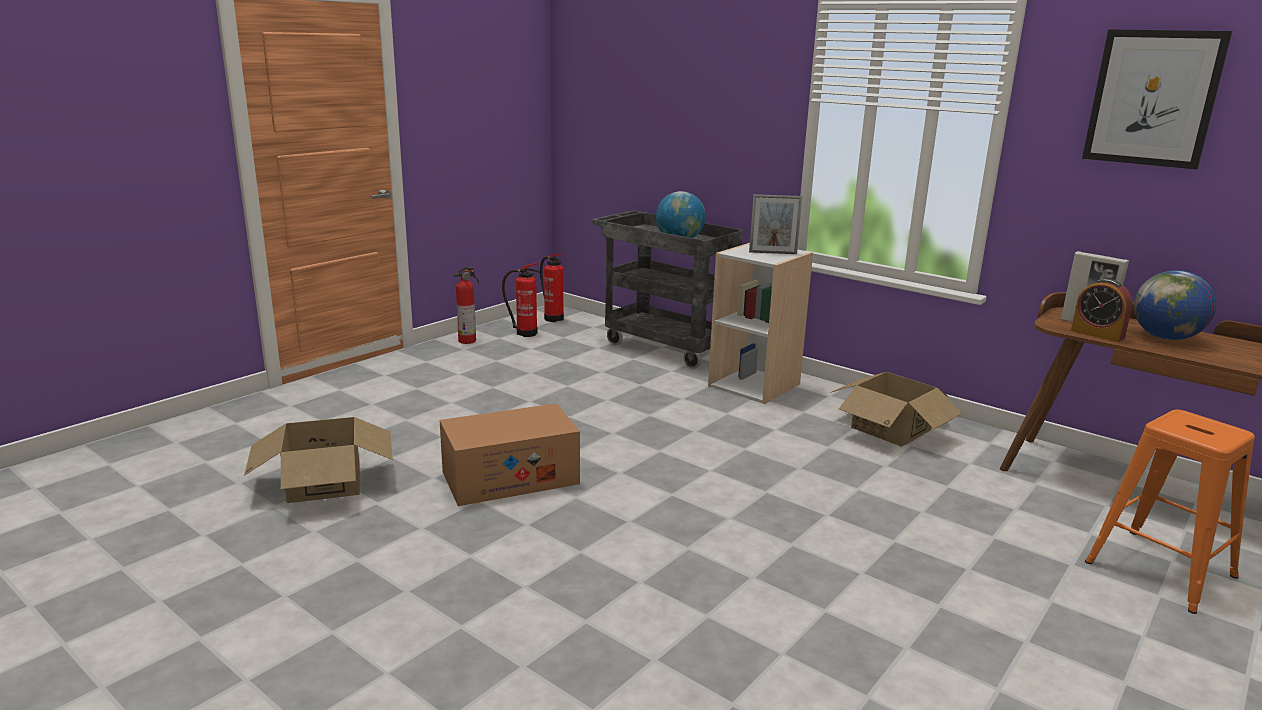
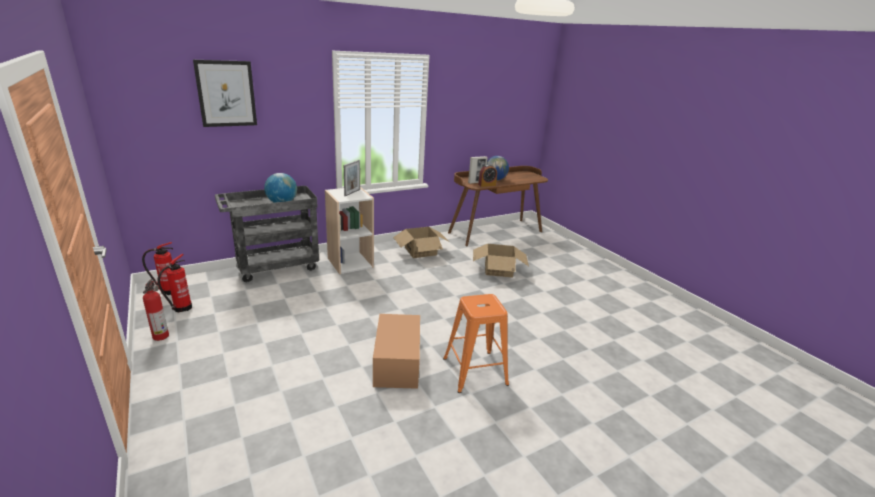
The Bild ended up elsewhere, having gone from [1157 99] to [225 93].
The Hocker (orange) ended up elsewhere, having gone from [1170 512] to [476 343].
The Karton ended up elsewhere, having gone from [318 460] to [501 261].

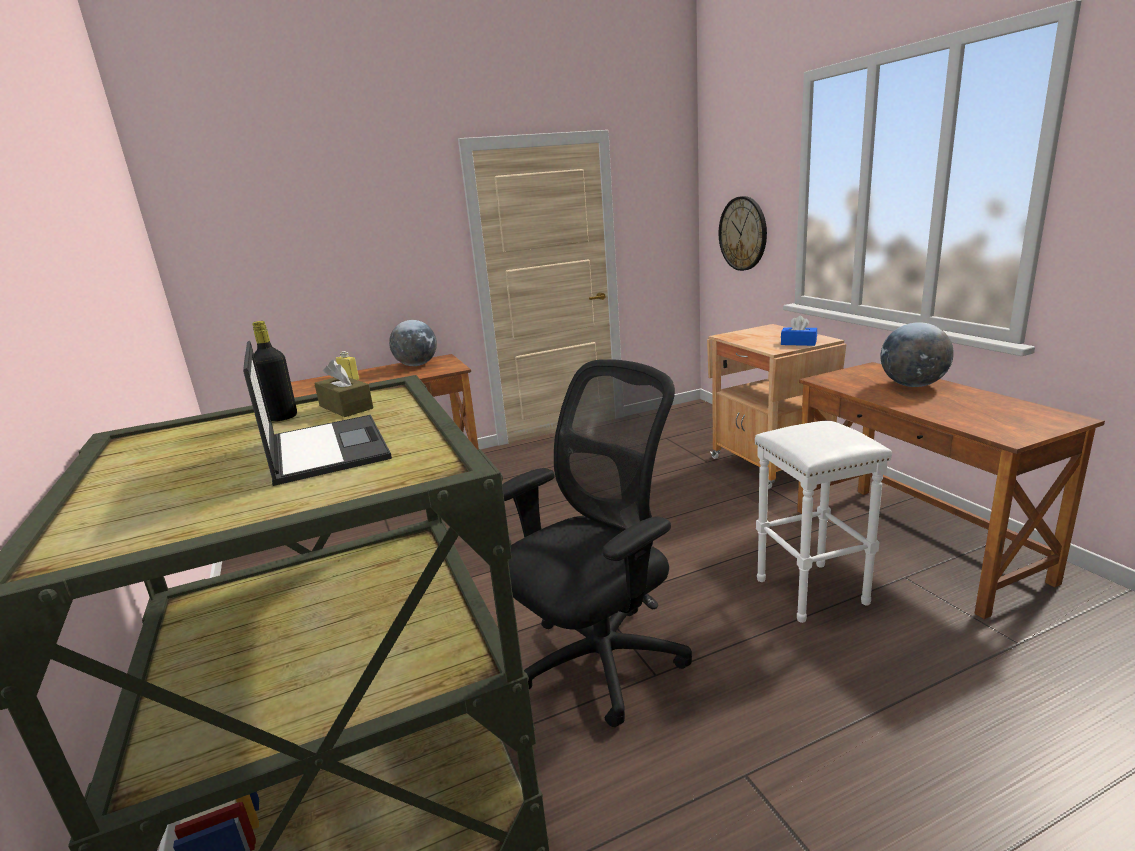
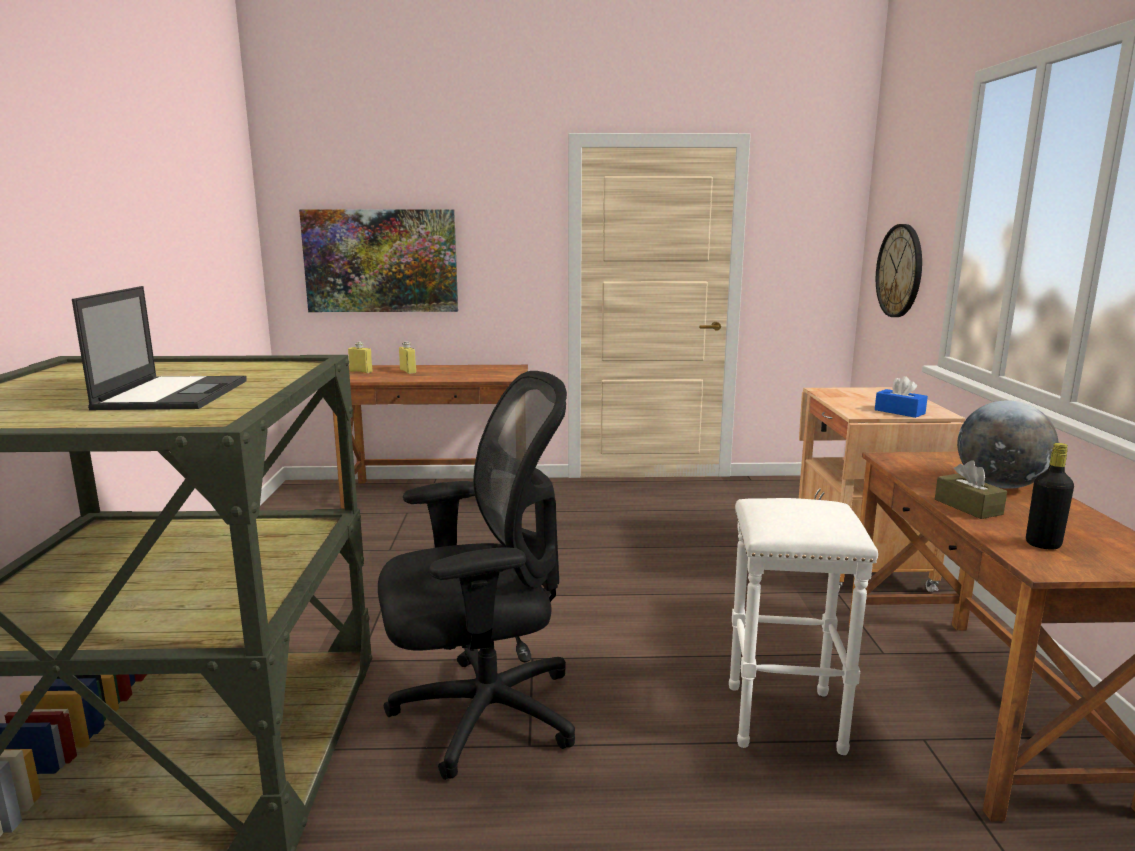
The second view lost the Globus at [413 343].
The Flasche (schwarz) ended up elsewhere, having gone from [274 371] to [1050 496].
The Taschentuchbox (braun) ended up elsewhere, having gone from [343 388] to [971 489].
The second view gained the Bild at [378 260].
The second view gained the Flasche (gelb) at [360 357].

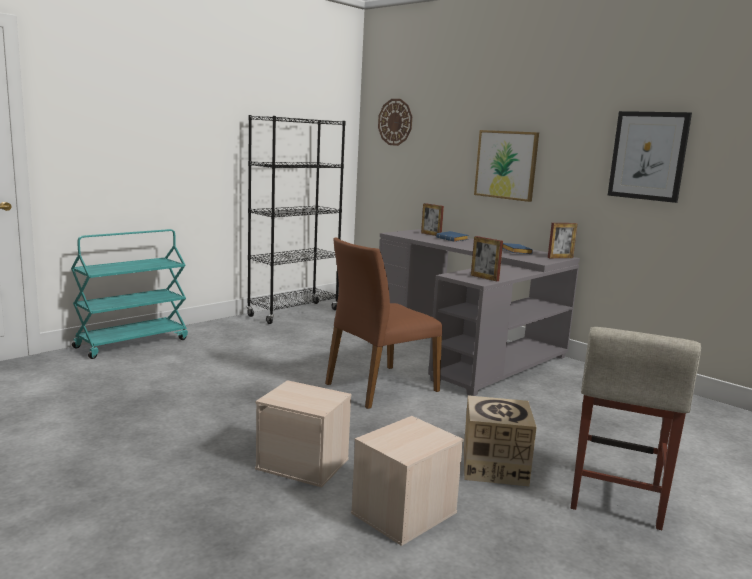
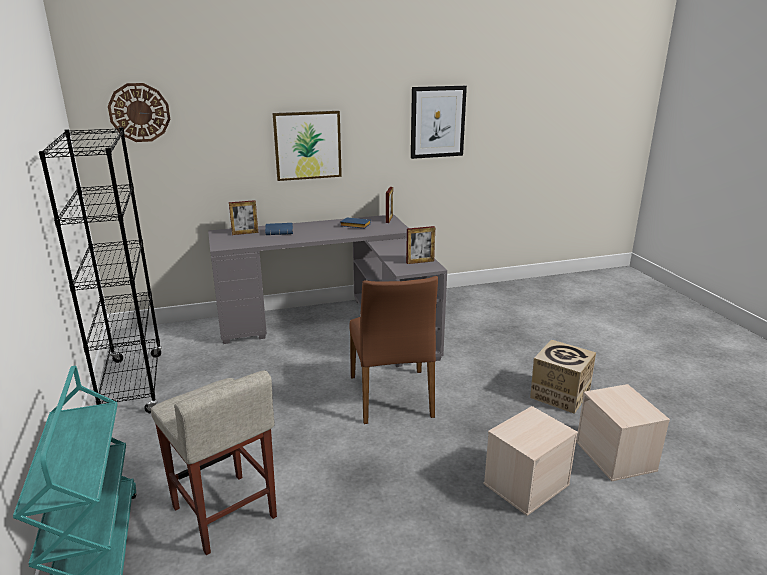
The Hocker (beige) ended up elsewhere, having gone from [636 428] to [213 462].

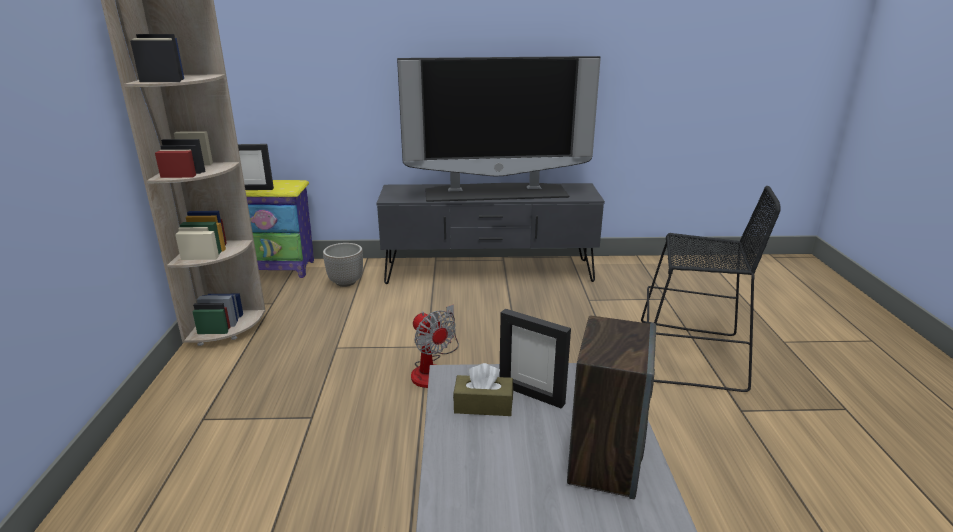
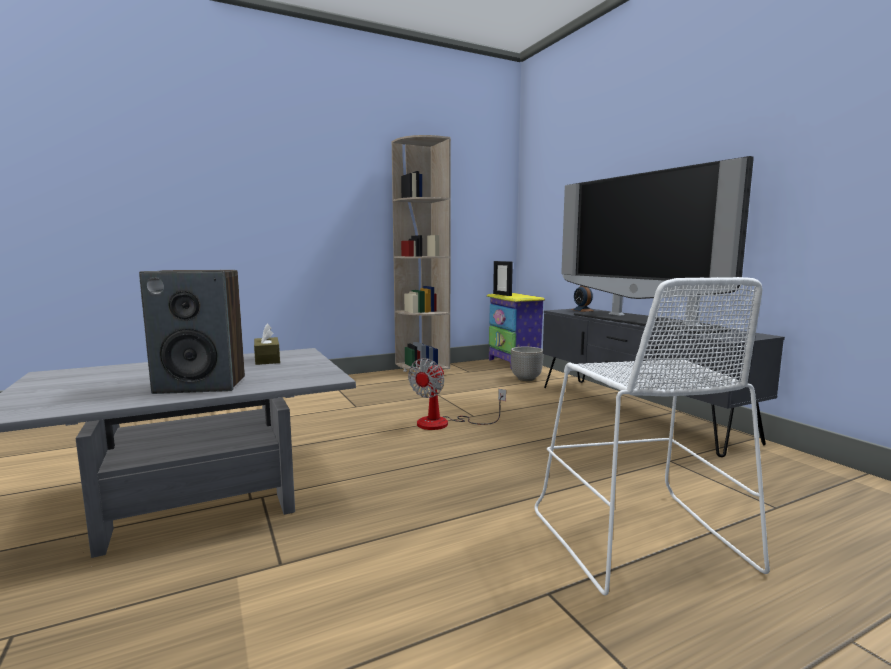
What was the Hocker (schwarz) at [711 289] turned into the Hocker (weiß) at [652 436].
The second view lost the Bilderrahmen at [535 359].
The second view gained the Wecker at [582 299].

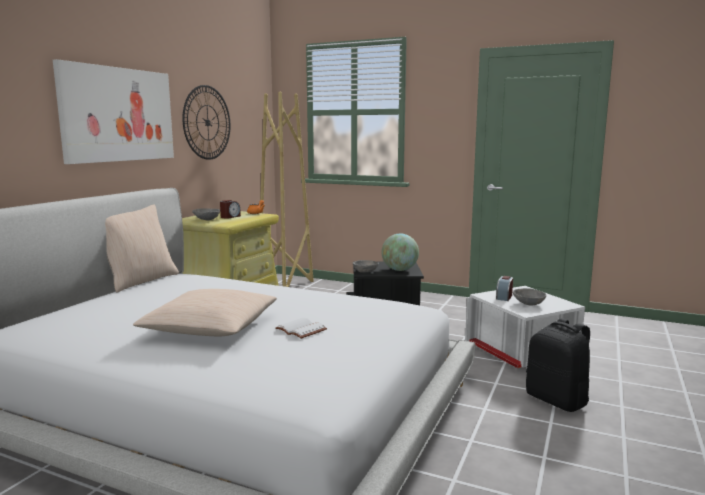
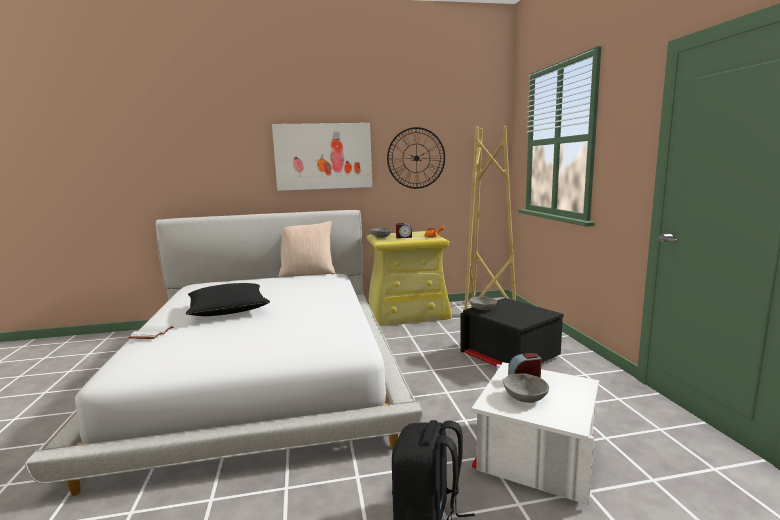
The second view lost the Globus at [400 252].
What was the Kissen (beige) at [205 312] turned into the Kissen (schwarz) at [228 299].
The Buch (weiß) ended up elsewhere, having gone from [301 328] to [151 332].

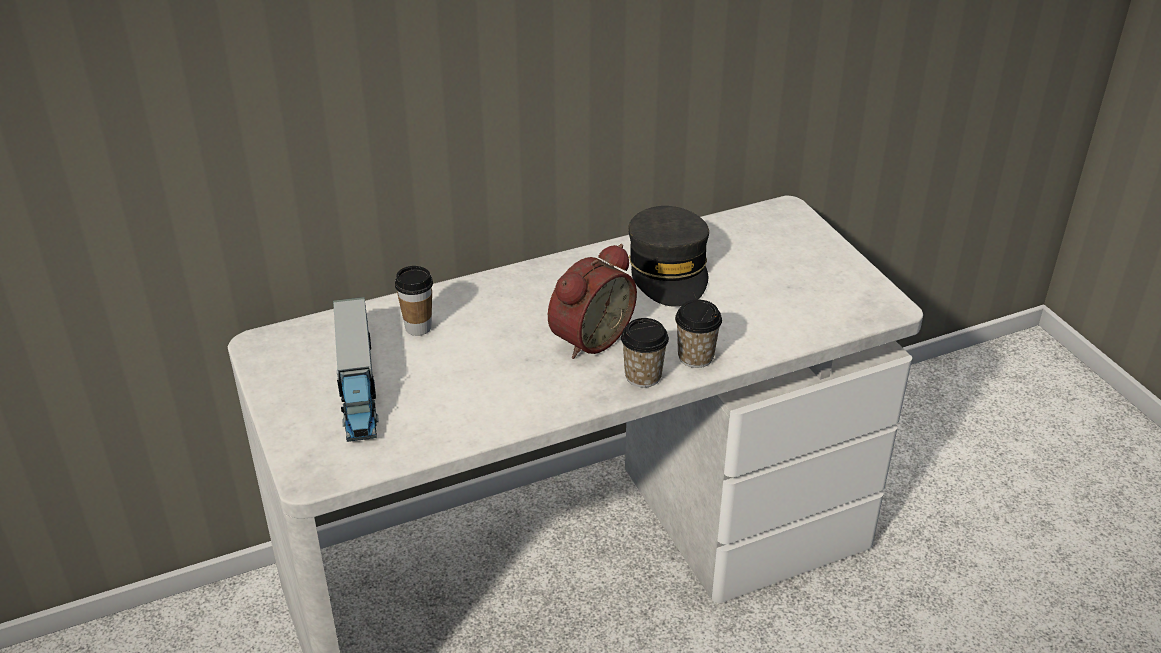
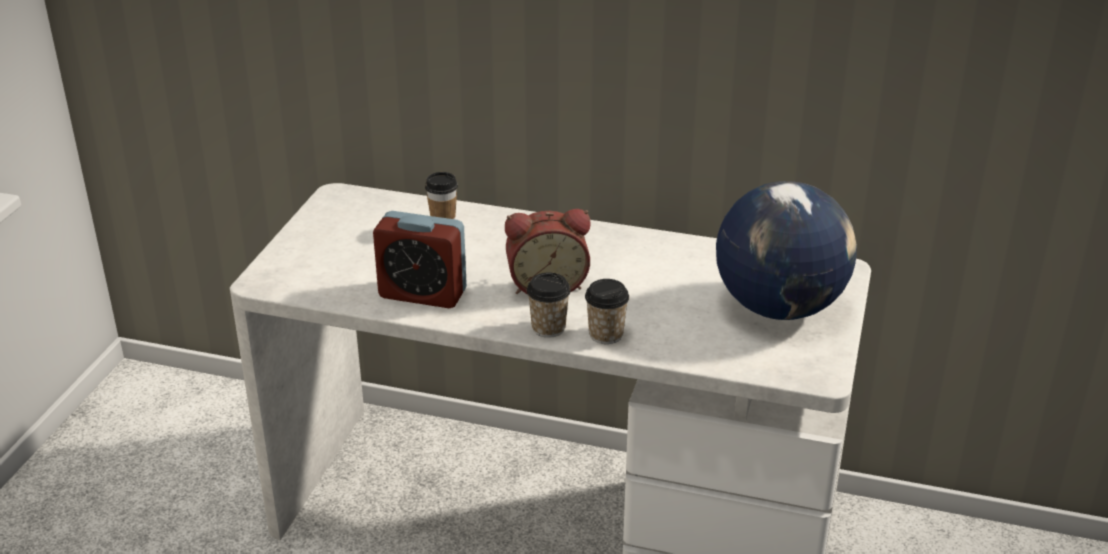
The second view lost the Kappe (grau) at [668 256].
The second view lost the Spielzeuglaster at [356 369].
The second view gained the Globus at [786 250].
The second view gained the Wecker at [420 259].

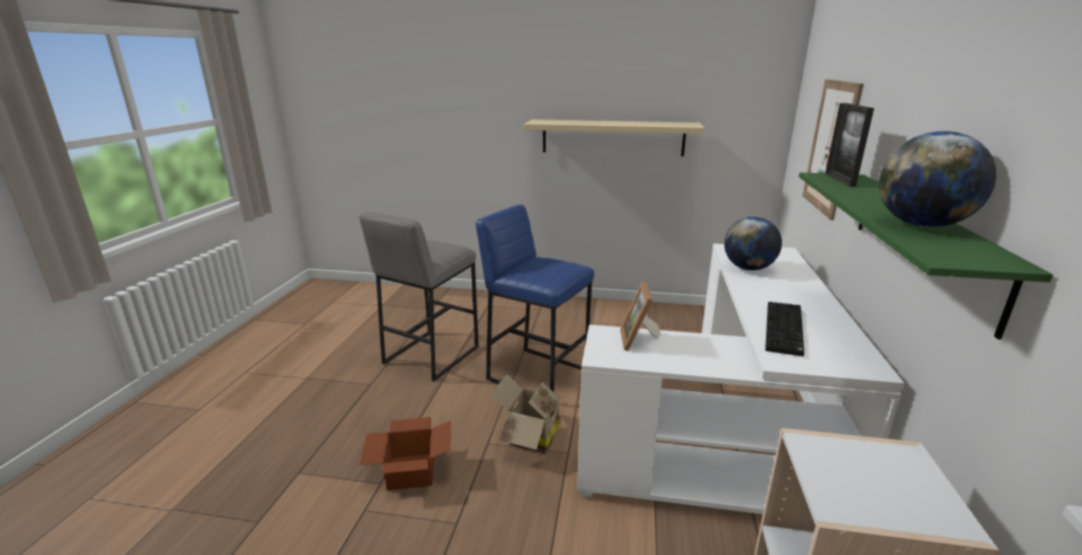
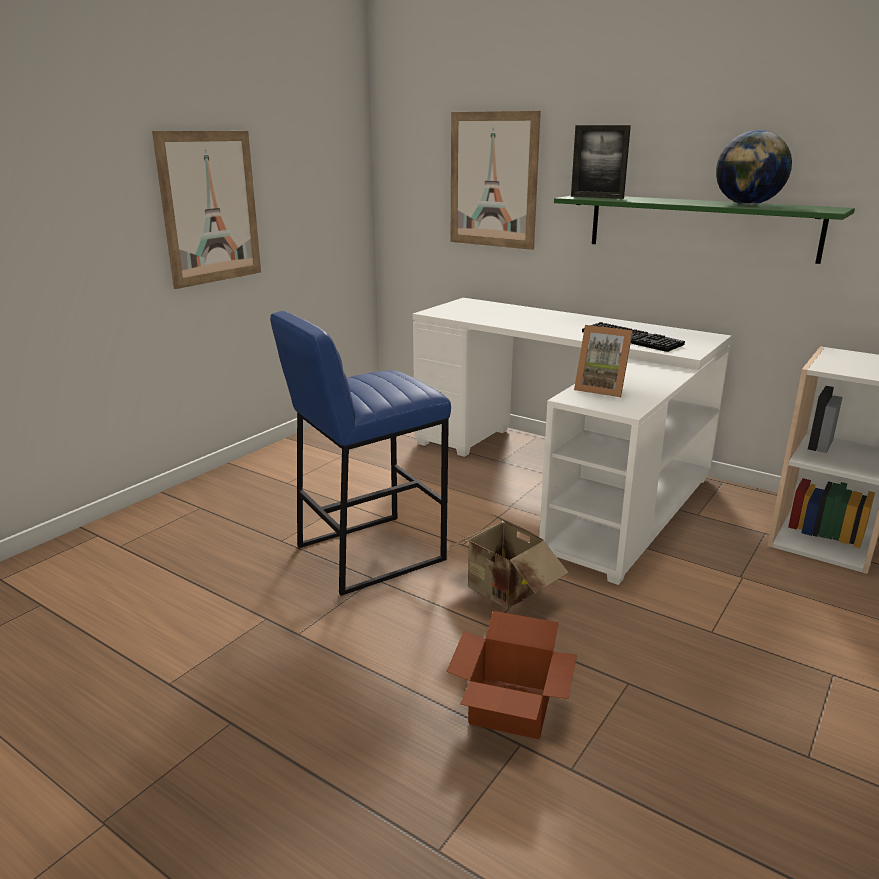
Where the Wandregal (beige) hung at [614 137], the Bild came to hang at [206 210].
The second view lost the Hocker (grau) at [419 296].
The second view lost the Globus at [753 244].

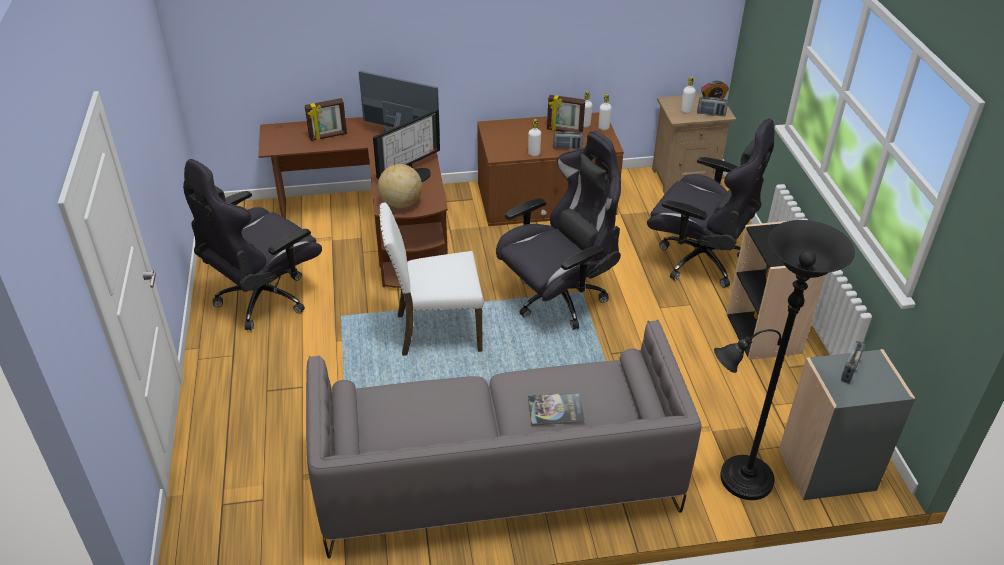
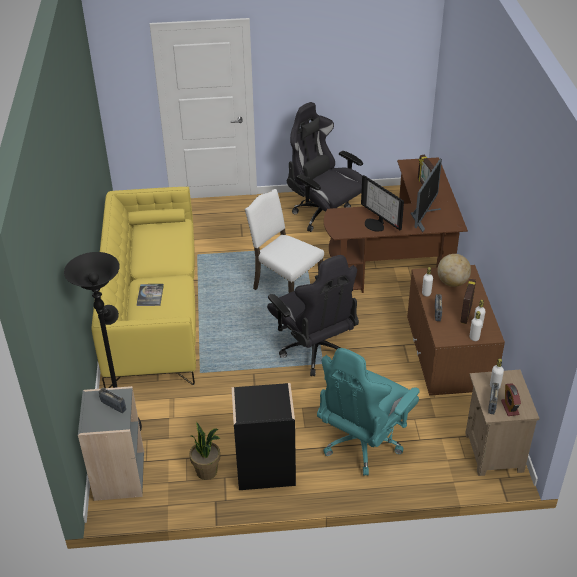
What was the Bürostuhl (schwarz) at [710 203] turned into the Bürostuhl (türkis) at [368 412].
The Globus ended up elsewhere, having gone from [400 186] to [454 270].
The Stuhl (weiß) at [431 279] ended up facing another way, 45 degrees counterclockwise from before.
What was the Sofa (grau) at [503 439] turned into the Sofa (gelb) at [144 287].
The second view gained the Topfpflanze at [205 451].

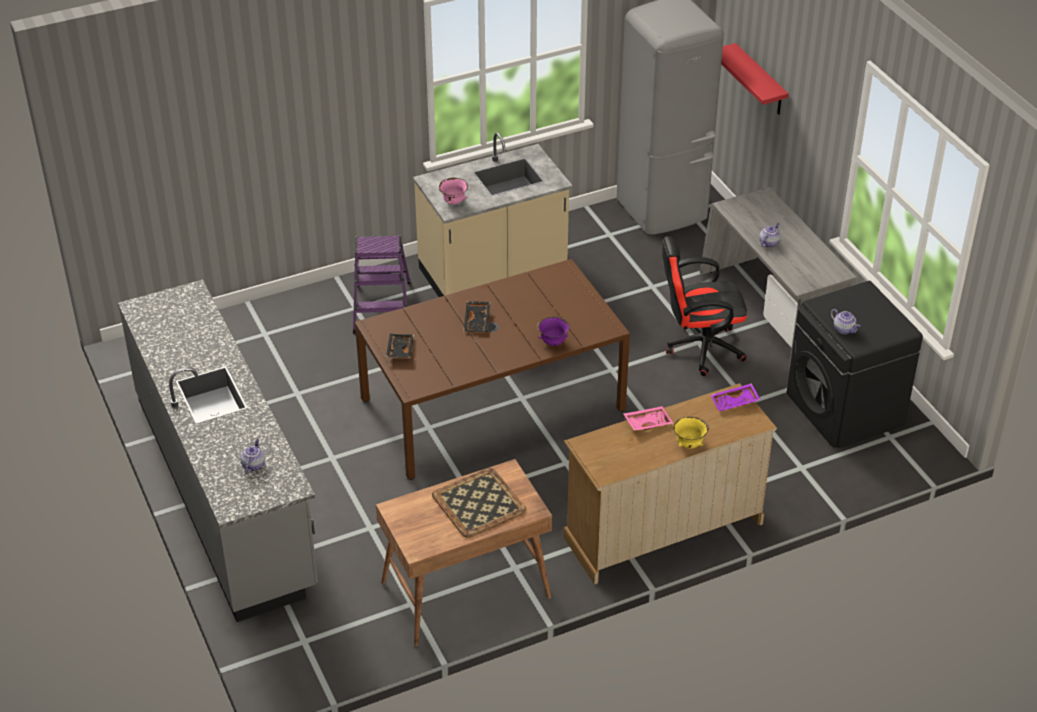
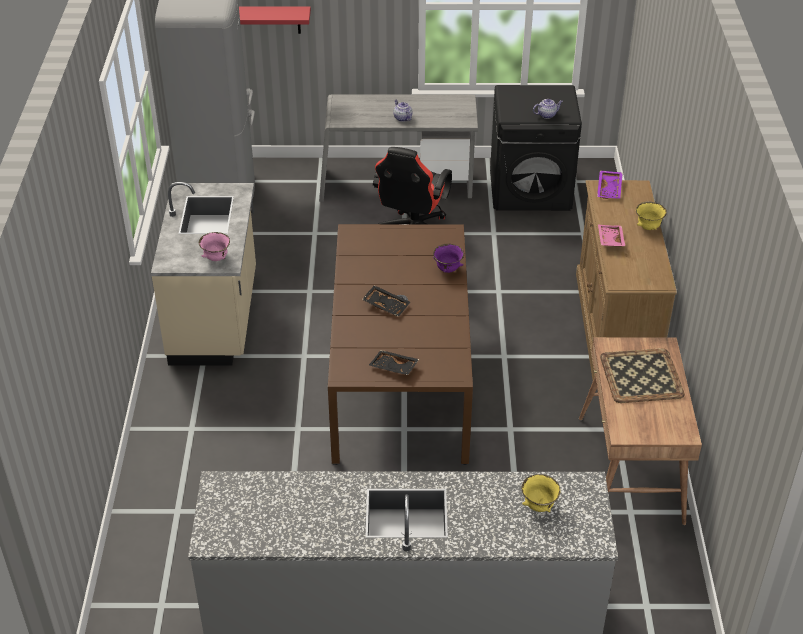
The second view lost the Trittleiter (lila) at [382 284].
Where the Teekanne stood at [252 456], the Schüssel (gelb) came to stand at [540 493].

